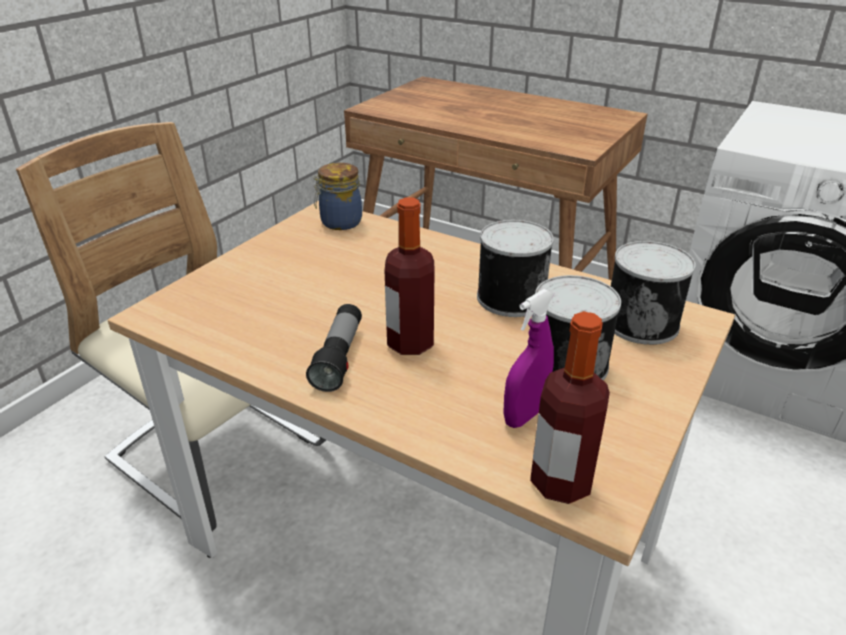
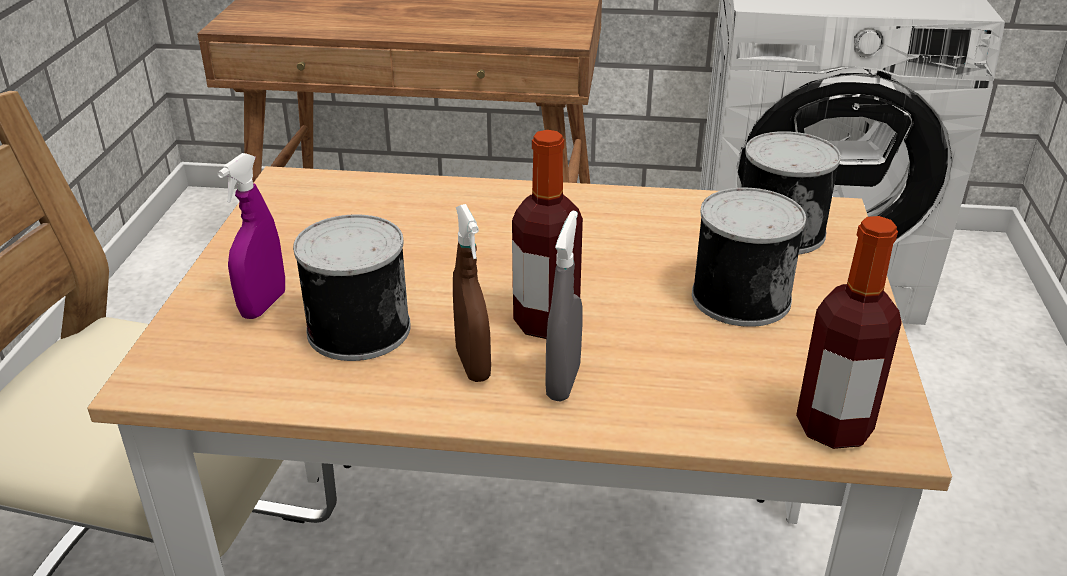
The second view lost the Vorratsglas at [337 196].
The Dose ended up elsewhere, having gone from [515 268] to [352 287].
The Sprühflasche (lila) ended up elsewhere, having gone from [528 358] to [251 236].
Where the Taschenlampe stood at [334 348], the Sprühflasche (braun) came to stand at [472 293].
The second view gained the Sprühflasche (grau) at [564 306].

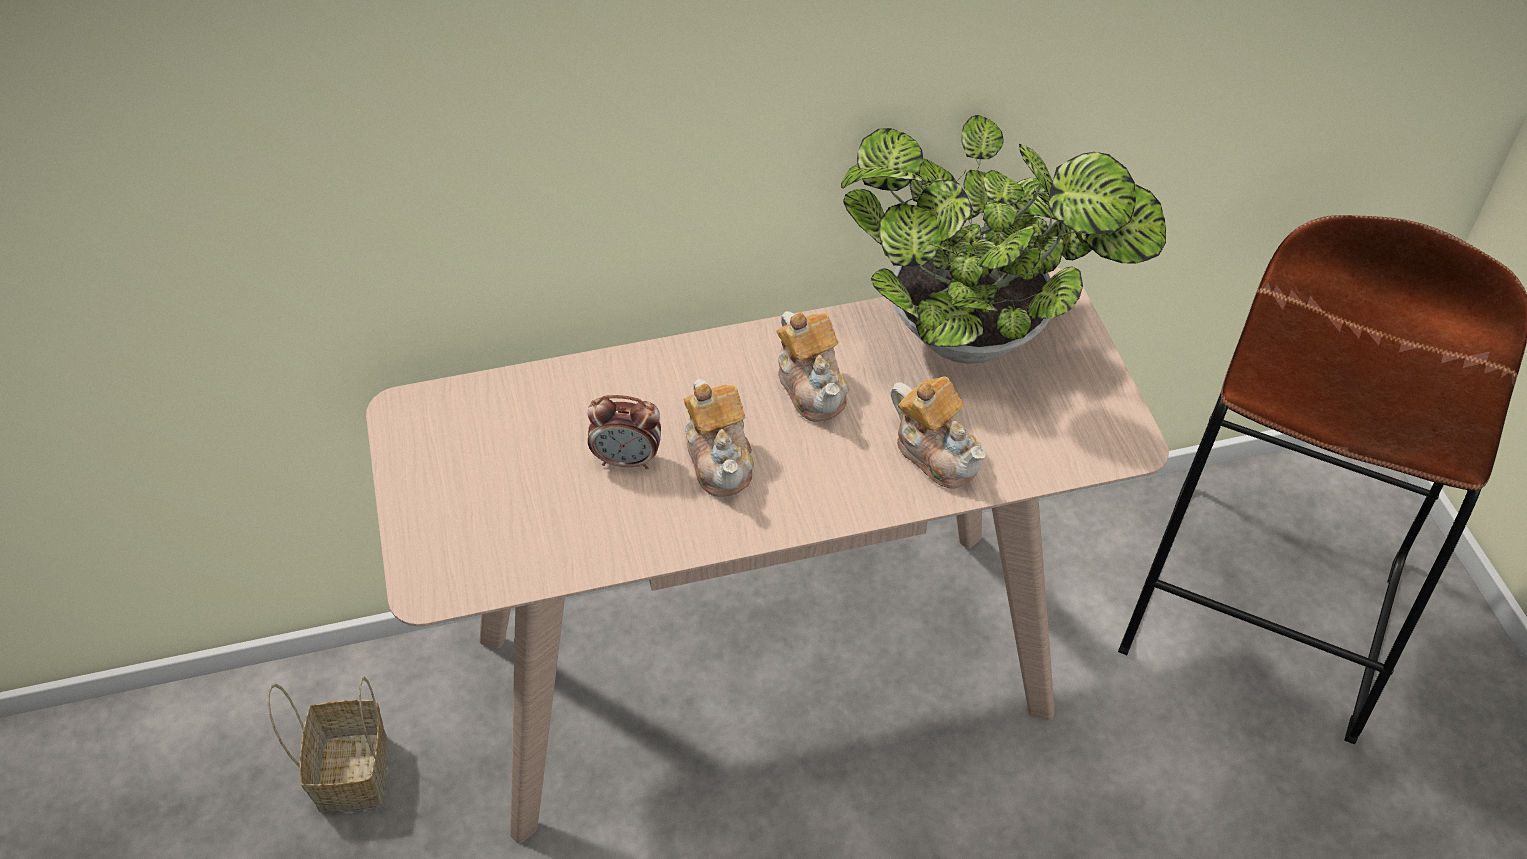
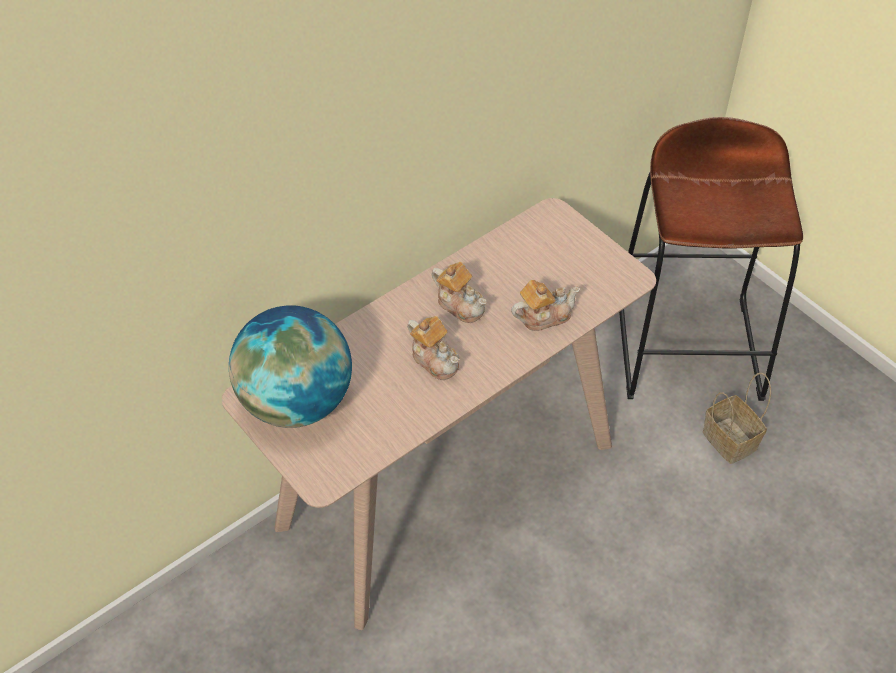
The second view lost the Topfpflanze at [1003 239].
The Teekanne at [938 432] ended up facing another way, 45 degrees counterclockwise from before.
The second view lost the Wecker at [624 432].
The Korb ended up elsewhere, having gone from [328 744] to [737 418].
The second view gained the Globus at [290 366].

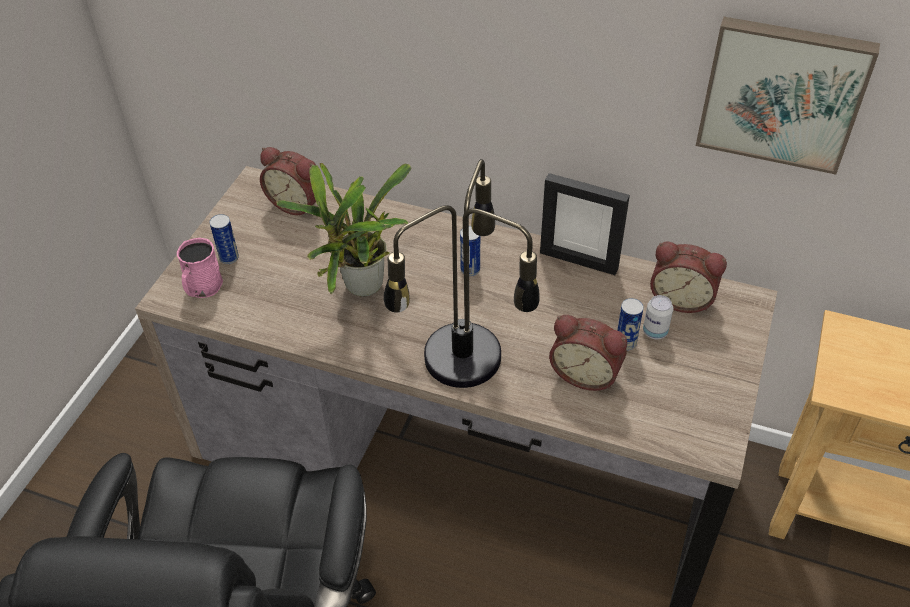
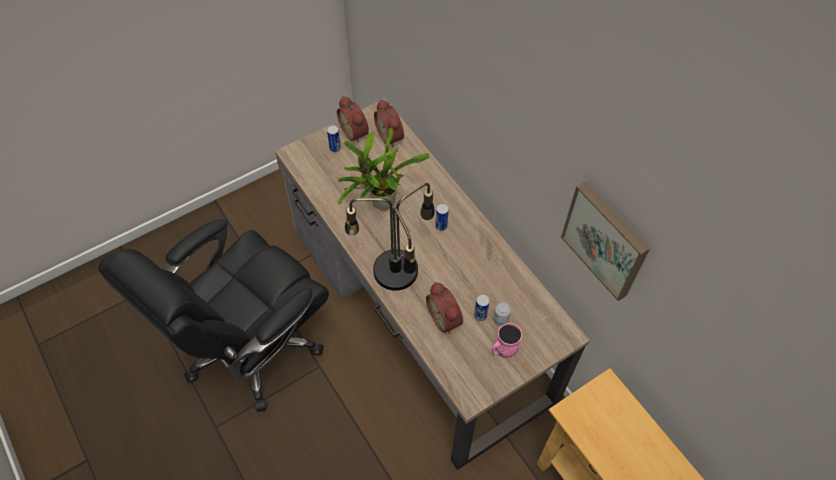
The second view lost the Bilderrahmen at [585 224].
The Henkelbecher (rosa) ended up elsewhere, having gone from [200 268] to [506 341].
The Wecker ended up elsewhere, having gone from [688 277] to [353 119].

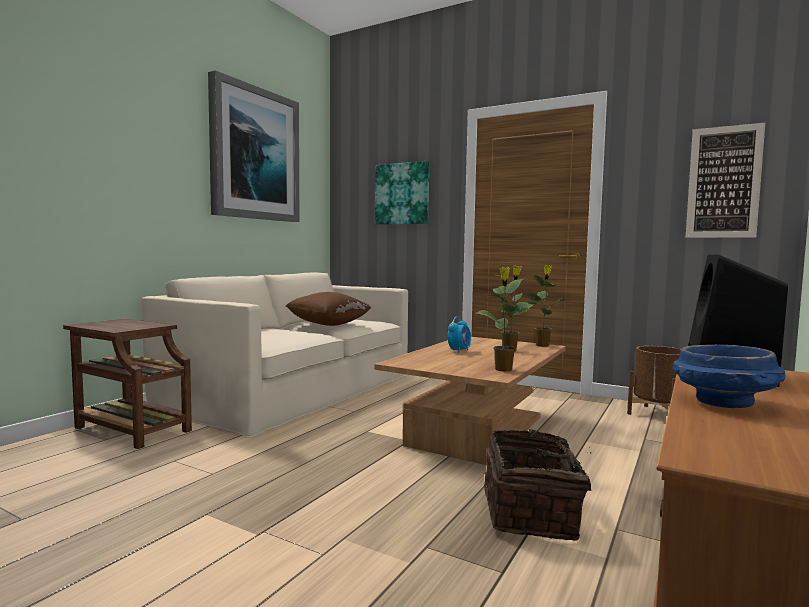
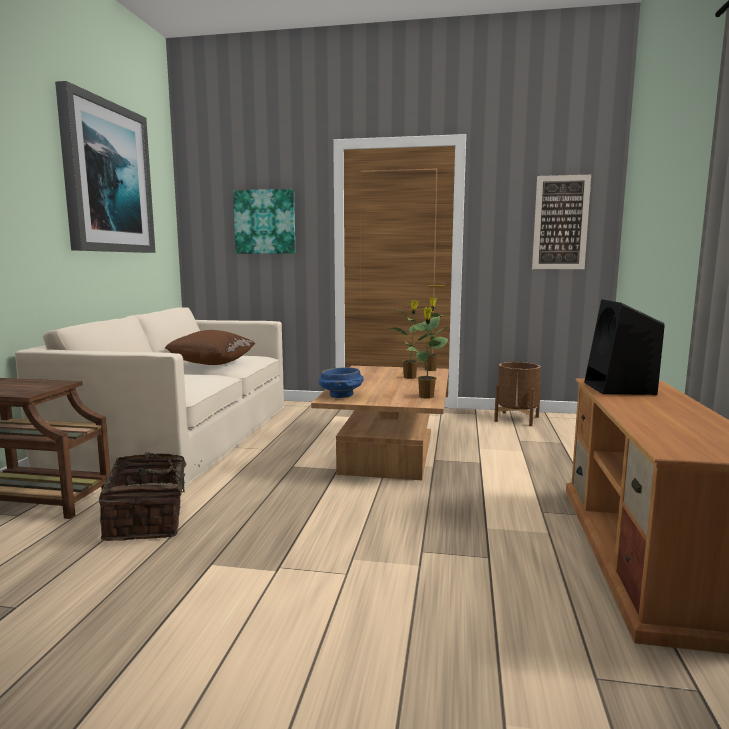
The second view lost the Wecker at [459 335].
The Schüssel (blau) ended up elsewhere, having gone from [729 376] to [341 382].
The Korb ended up elsewhere, having gone from [537 485] to [149 496].

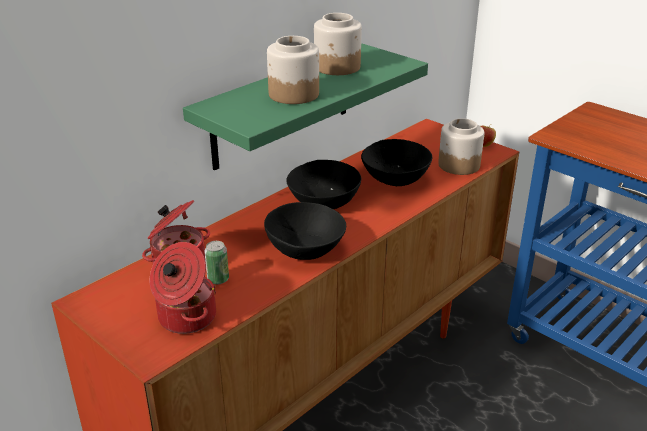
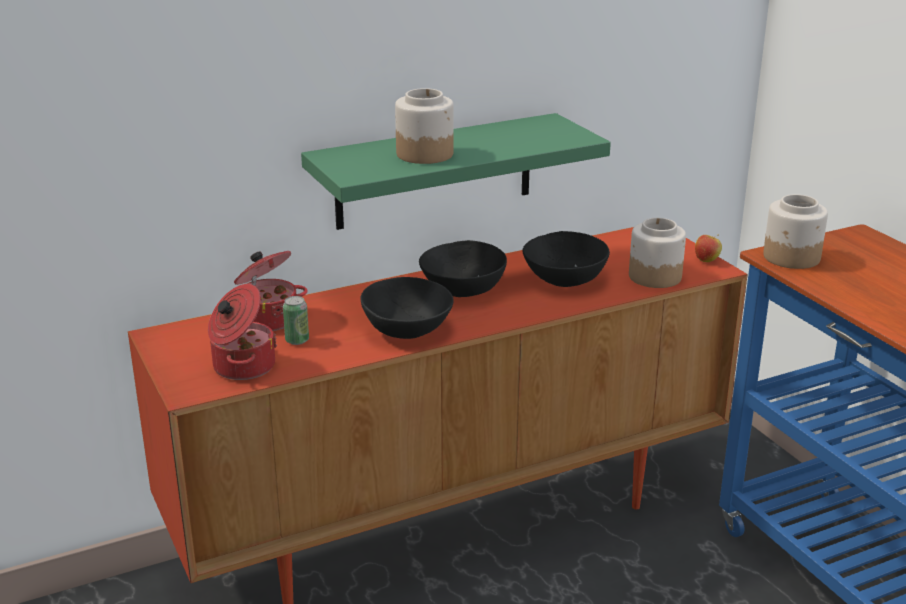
The Vorratsglas ended up elsewhere, having gone from [338 44] to [795 231].

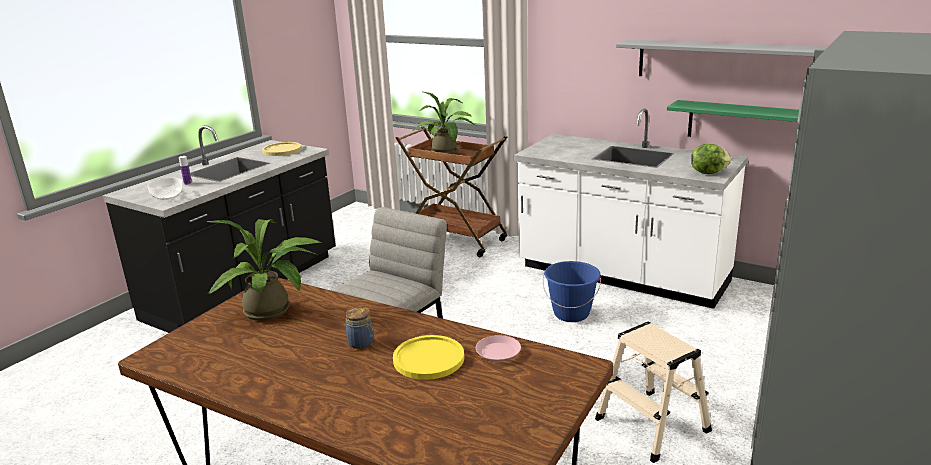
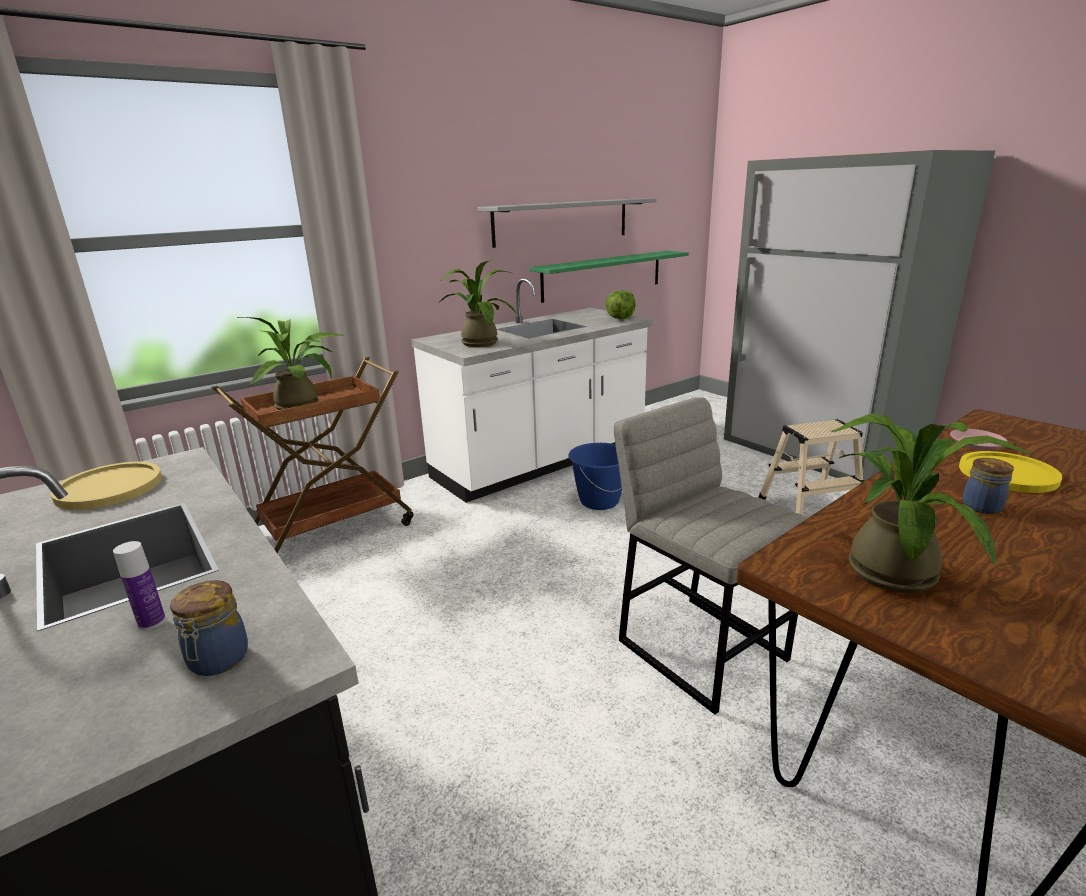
Where the Schüssel stood at [165 189], the Vorratsglas came to stand at [209 628].
The second view gained the Topfpflanze at [478 303].

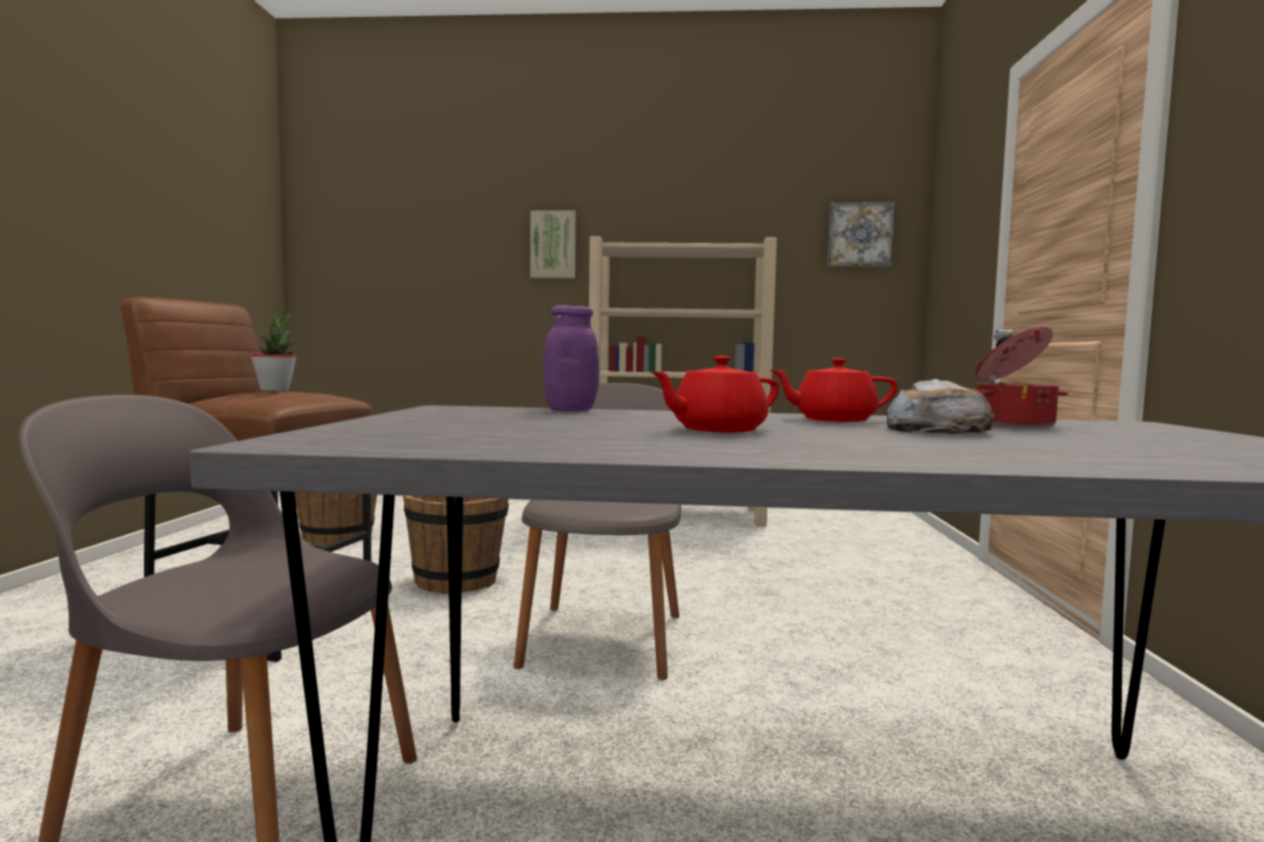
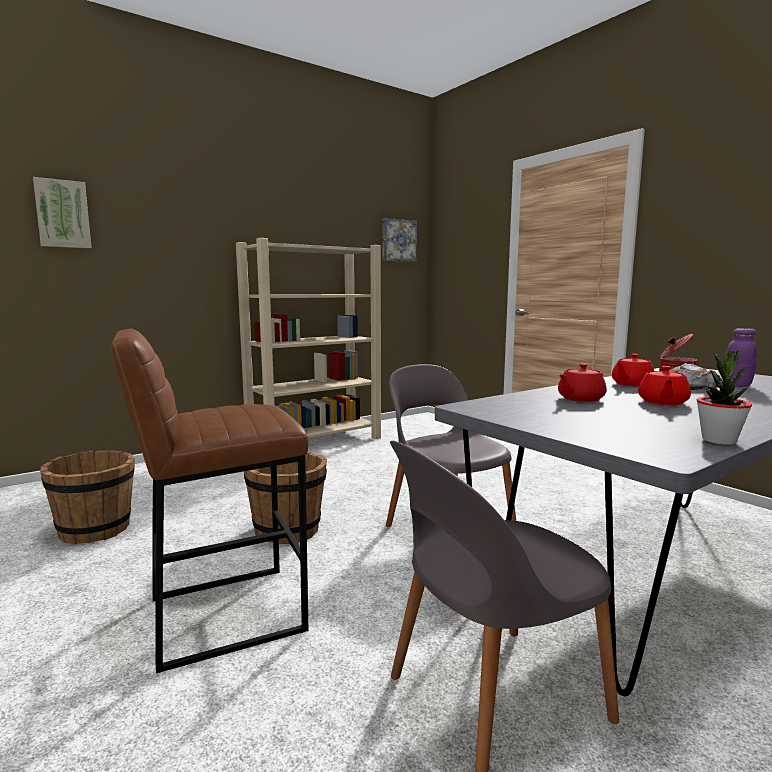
The Bild ended up elsewhere, having gone from [553 244] to [62 213].
The Vorratsglas (lila) ended up elsewhere, having gone from [571 358] to [741 357].
The Topfpflanze ended up elsewhere, having gone from [274 351] to [724 397].
The second view gained the Teekanne (rot) at [582 383].

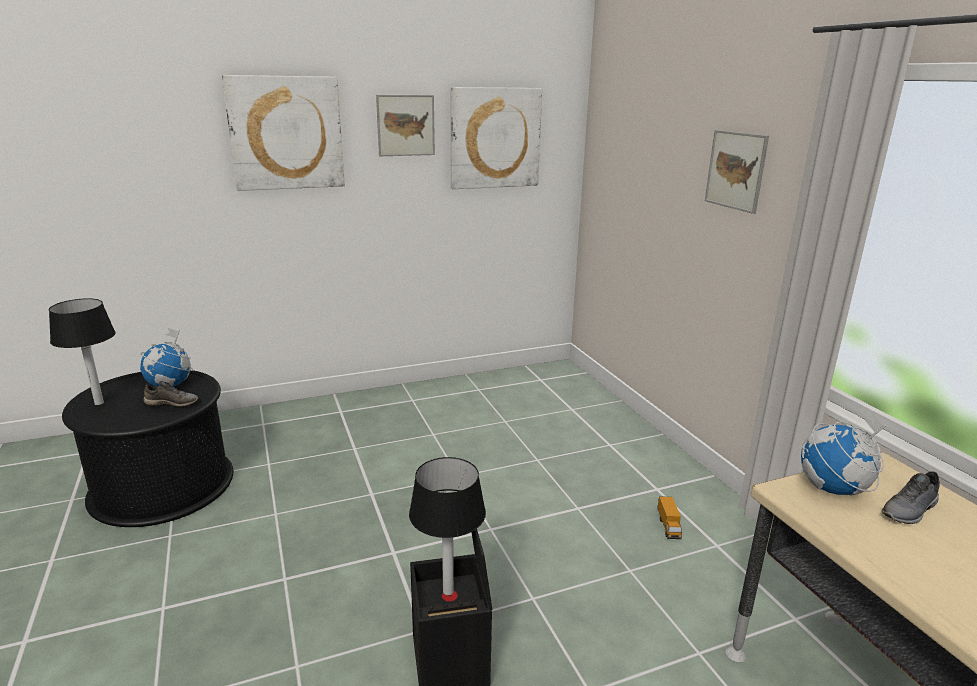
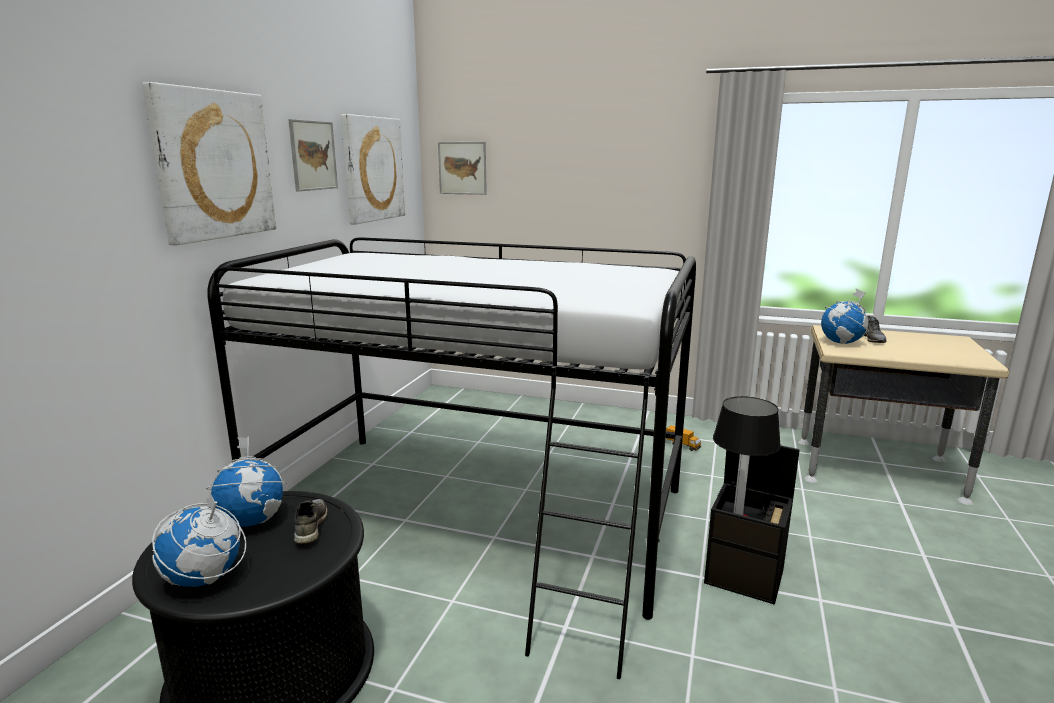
The Bild ended up elsewhere, having gone from [737 172] to [462 168].
Where the Tischlampe stood at [82 351], the Globus came to stand at [199 539].
The Schuh (grau) at [171 394] ended up facing another way, 45 degrees counterclockwise from before.
The second view gained the Bett (schwarz) at [451 458].

